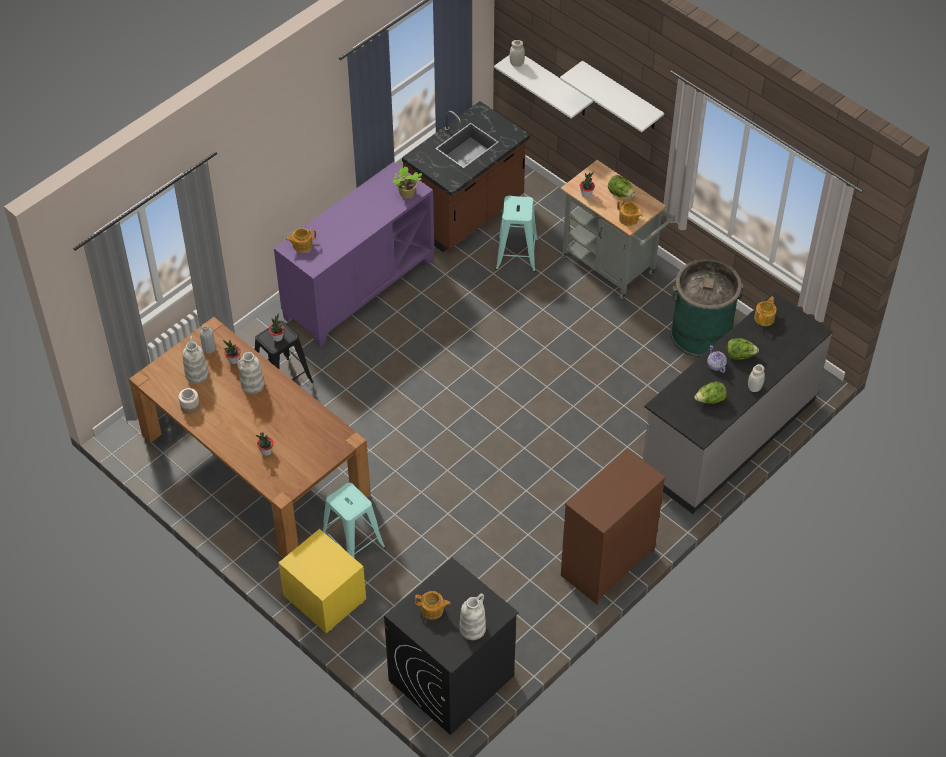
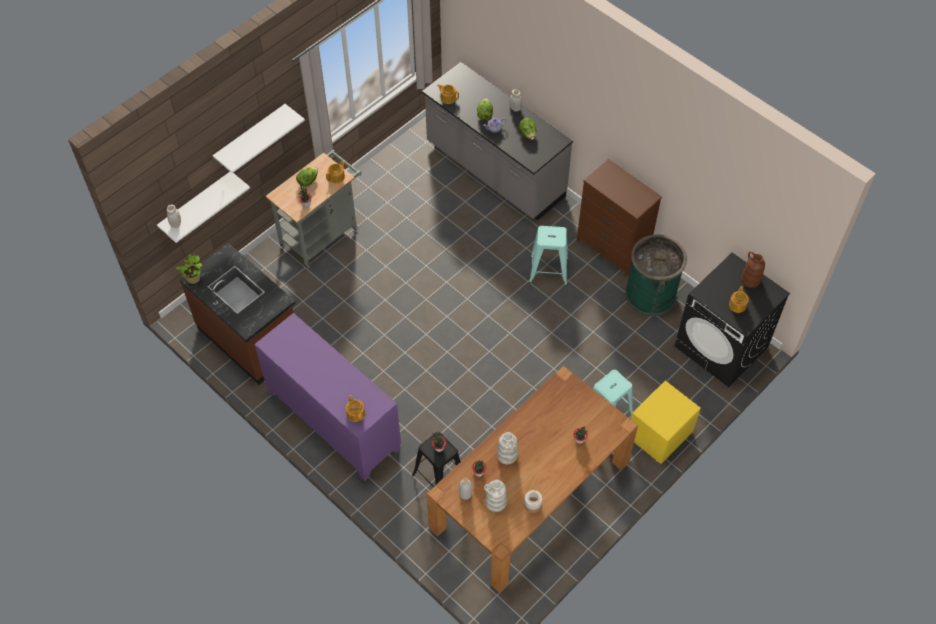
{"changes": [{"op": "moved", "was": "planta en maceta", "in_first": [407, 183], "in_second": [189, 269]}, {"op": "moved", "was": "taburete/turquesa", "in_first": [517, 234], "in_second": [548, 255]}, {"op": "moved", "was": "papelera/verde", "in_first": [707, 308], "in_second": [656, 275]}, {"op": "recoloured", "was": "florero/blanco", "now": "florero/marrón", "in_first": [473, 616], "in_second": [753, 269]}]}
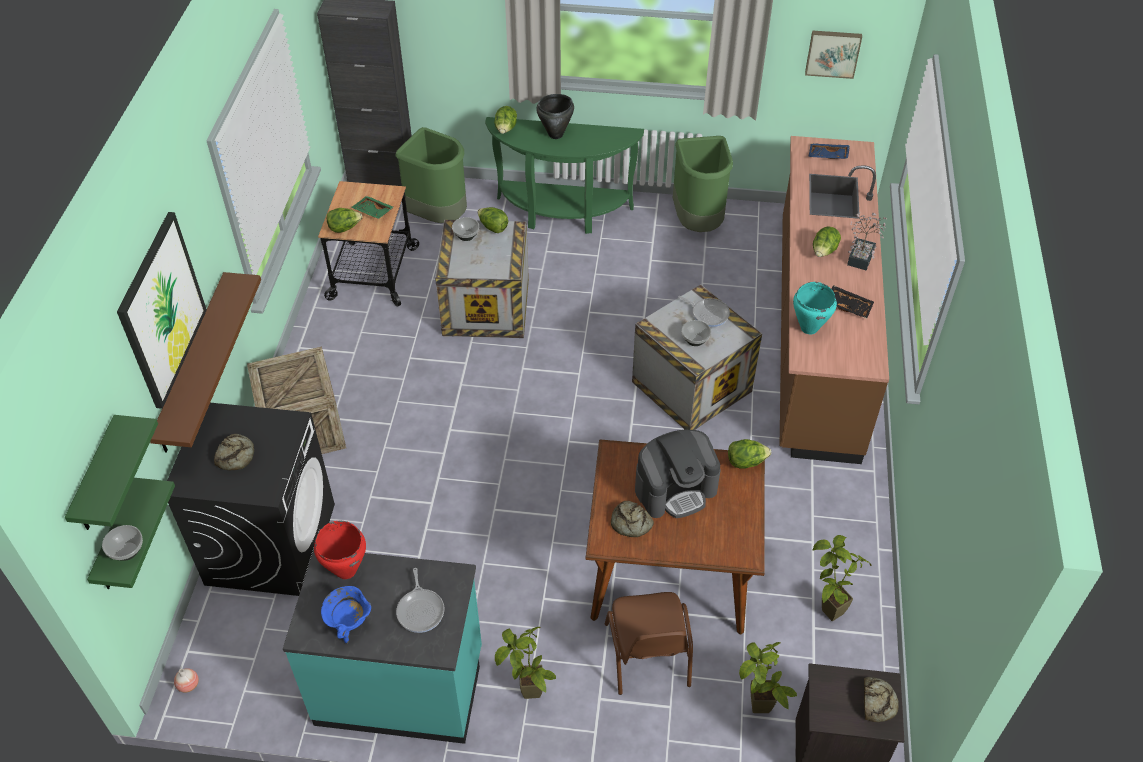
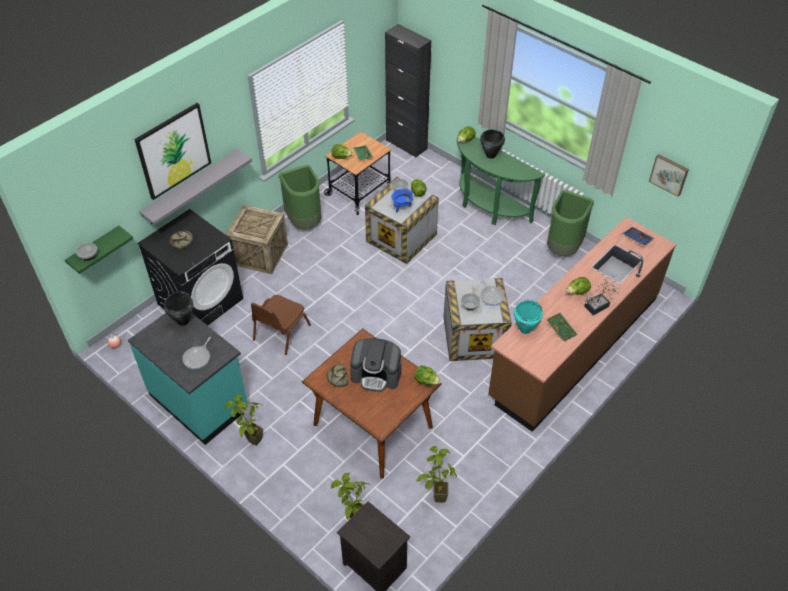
{"changes": [{"op": "removed", "was": "estante/verde", "in_first": [111, 472]}, {"op": "removed", "was": "pan", "in_first": [881, 699]}, {"op": "moved", "was": "olla/azul", "in_first": [346, 615], "in_second": [402, 200]}, {"op": "moved", "was": "papelera/verde", "in_first": [431, 175], "in_second": [300, 197]}, {"op": "moved", "was": "silla/marrón", "in_first": [649, 643], "in_second": [281, 325]}, {"op": "recoloured", "was": "estante/marrón", "now": "estante/gris", "in_first": [205, 362], "in_second": [195, 187]}, {"op": "recoloured", "was": "olla/rojo", "now": "olla/negro", "in_first": [340, 550], "in_second": [178, 308]}, {"op": "recoloured", "was": "bandeja/negro", "now": "bandeja/verde", "in_first": [853, 302], "in_second": [562, 327]}]}
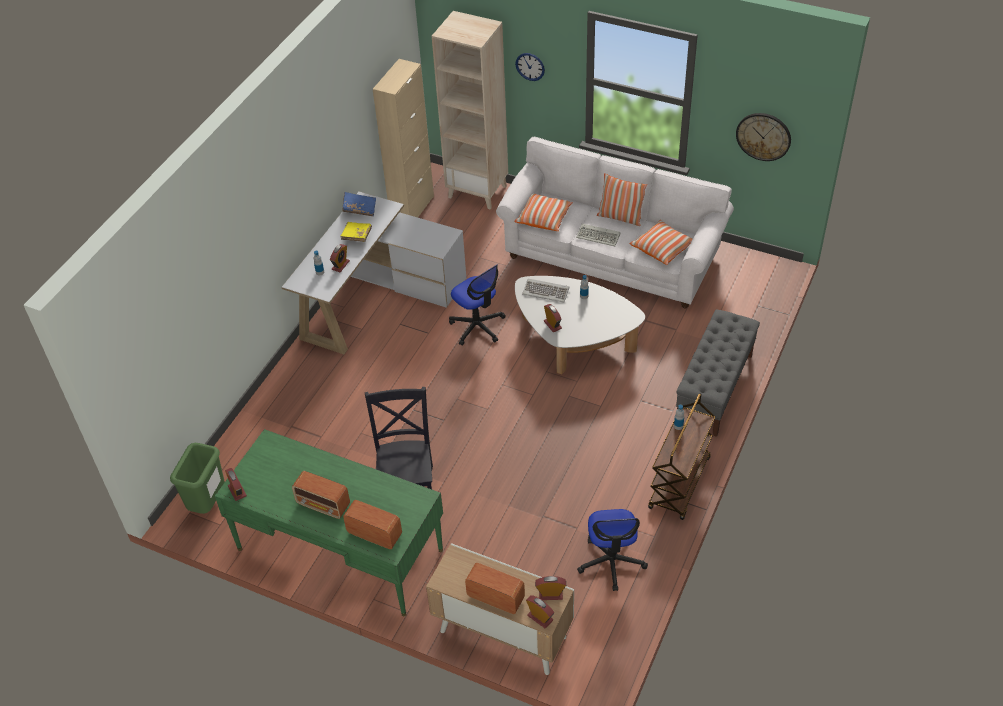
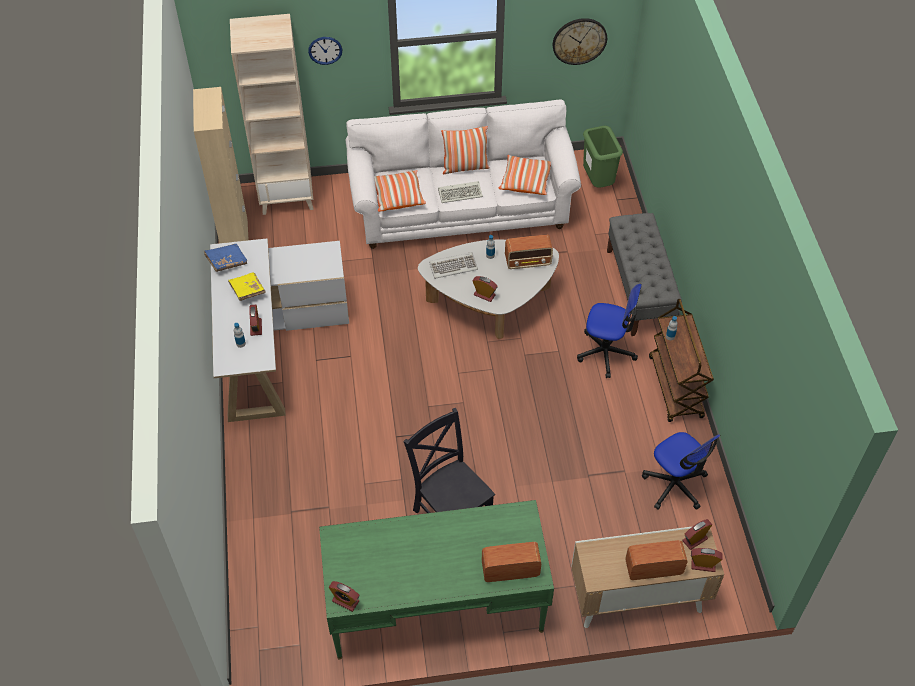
{"changes": [{"op": "moved", "was": "papelera/verde", "in_first": [197, 478], "in_second": [603, 157]}, {"op": "moved", "was": "radio", "in_first": [321, 495], "in_second": [529, 252]}, {"op": "moved", "was": "silla de oficina", "in_first": [477, 305], "in_second": [609, 331]}]}
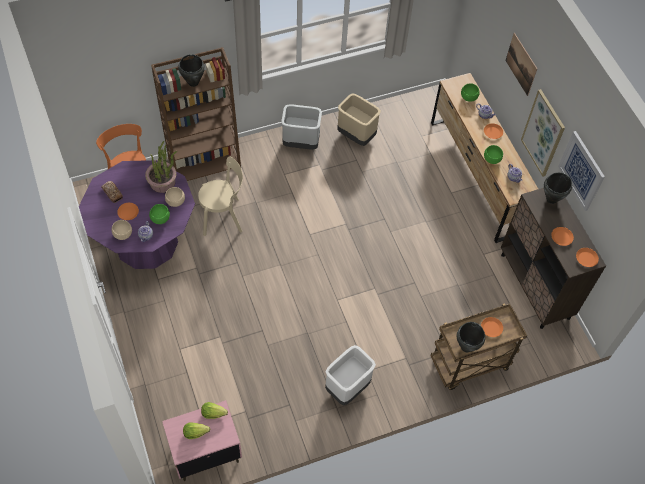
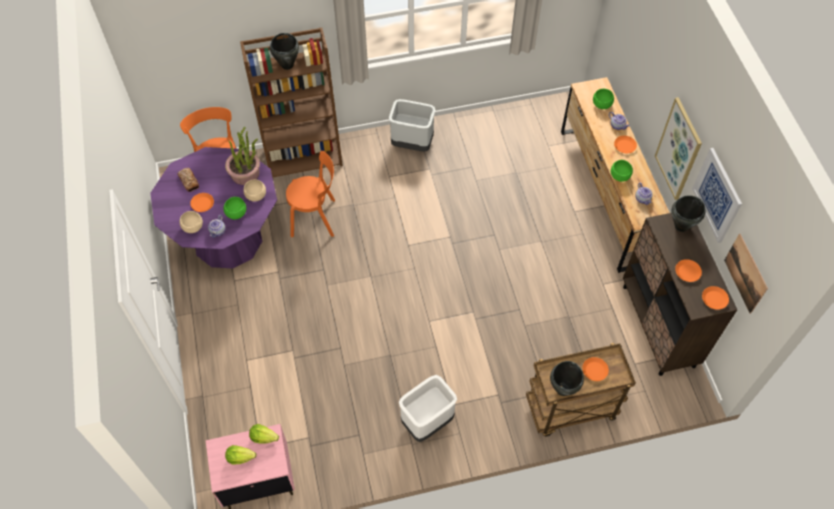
{"changes": [{"op": "removed", "was": "papelera/beis", "in_first": [359, 119]}, {"op": "moved", "was": "cuadro", "in_first": [521, 64], "in_second": [746, 274]}, {"op": "recoloured", "was": "silla/beis", "now": "silla/naranja", "in_first": [220, 196], "in_second": [310, 194]}]}
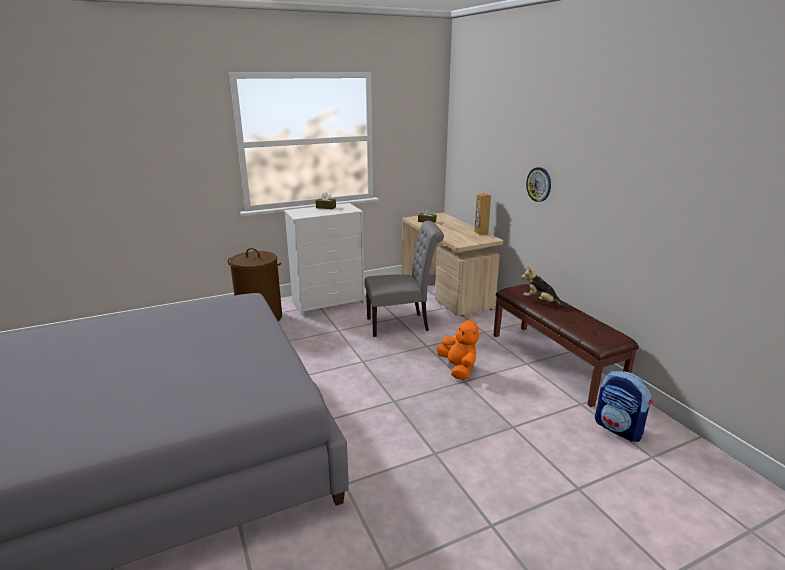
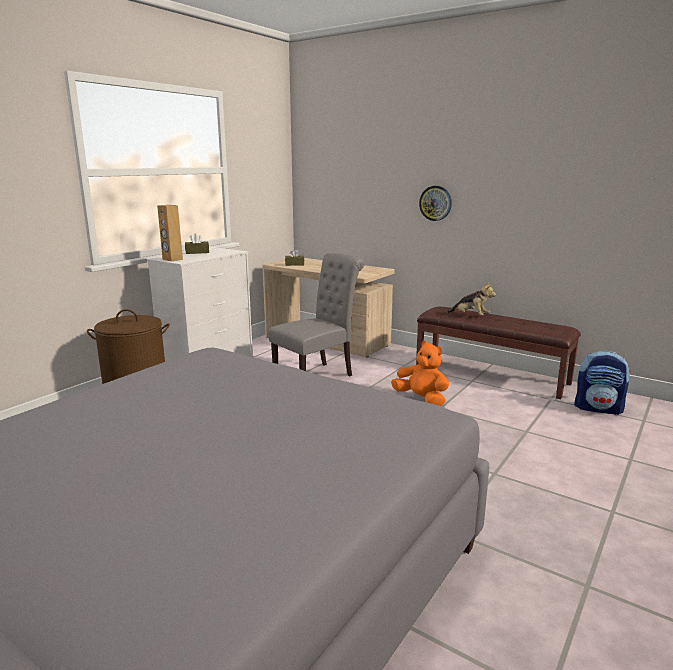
{"changes": [{"op": "moved", "was": "altavoz/marrón", "in_first": [482, 214], "in_second": [170, 233]}, {"op": "turned", "was": "peluche", "in_first": [543, 287], "in_second": [471, 298], "clockwise": -150}]}
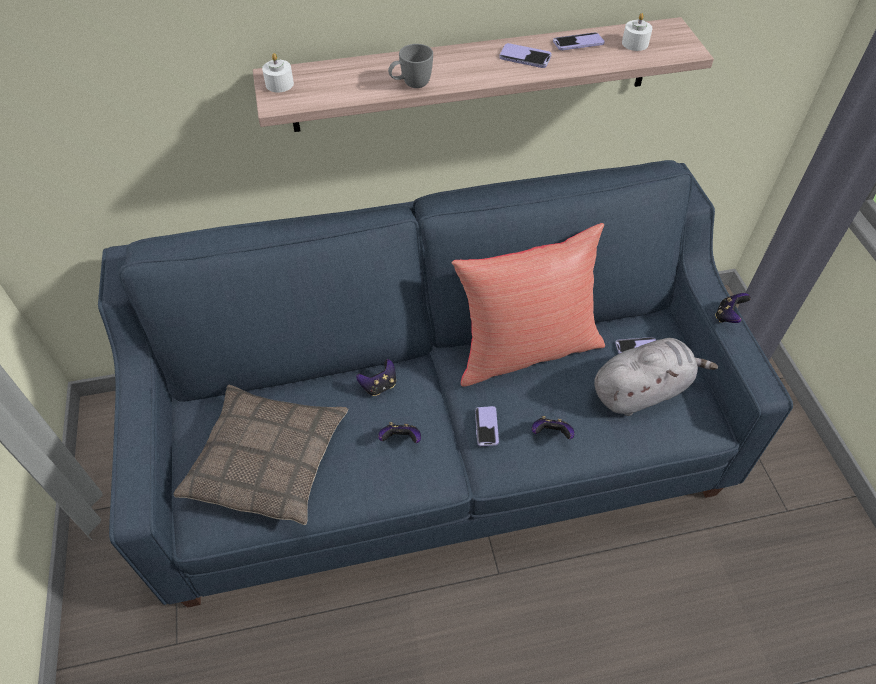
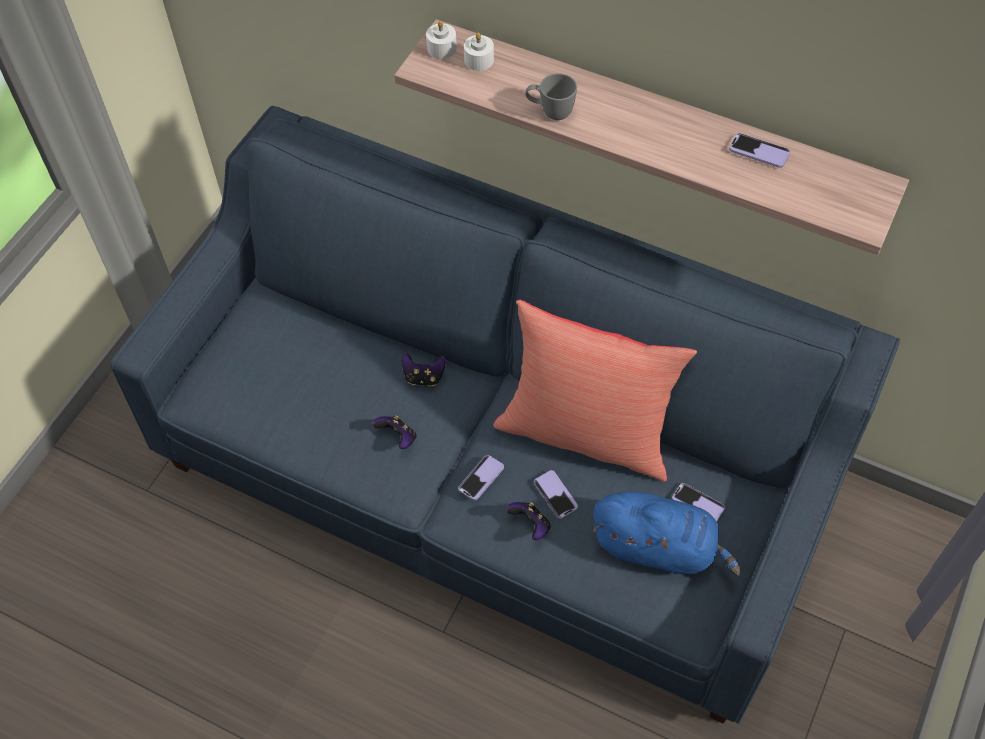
{"changes": [{"op": "removed", "was": "cojín", "in_first": [260, 455]}, {"op": "removed", "was": "mando de consola", "in_first": [733, 308]}, {"op": "moved", "was": "móvil", "in_first": [526, 55], "in_second": [556, 494]}, {"op": "moved", "was": "vela/blanco", "in_first": [637, 32], "in_second": [479, 52]}, {"op": "recoloured", "was": "peluche/gris", "now": "peluche/azul", "in_first": [656, 377], "in_second": [666, 534]}]}
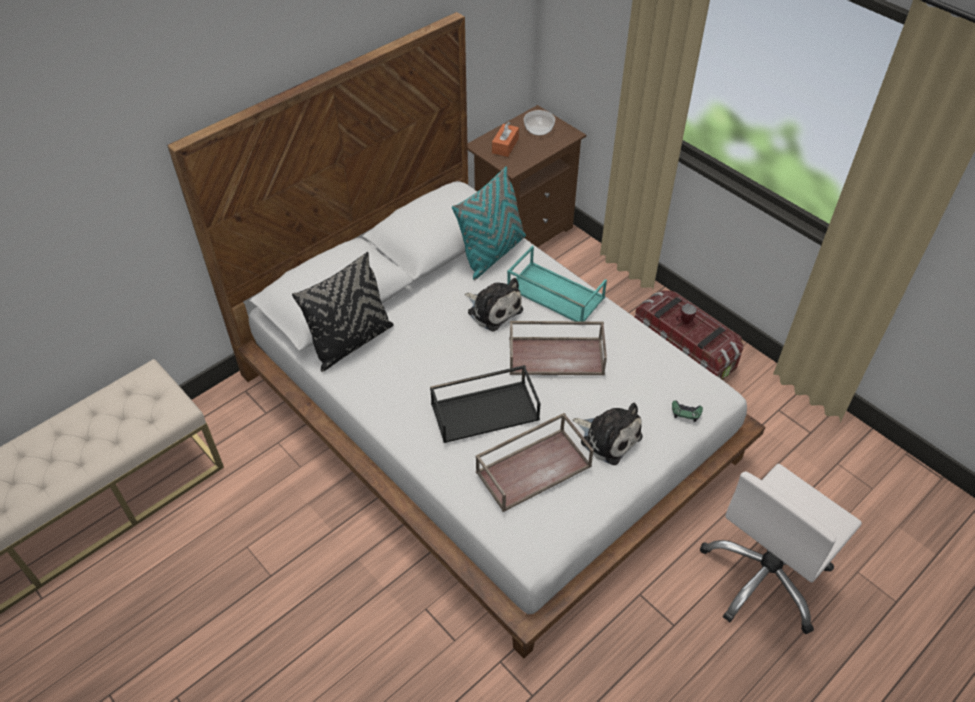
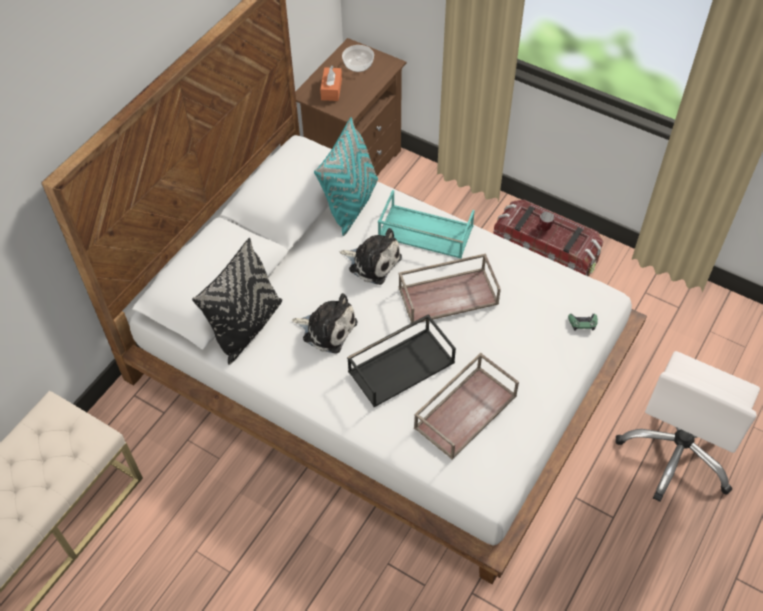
{"changes": [{"op": "moved", "was": "peluche", "in_first": [607, 434], "in_second": [324, 323]}]}
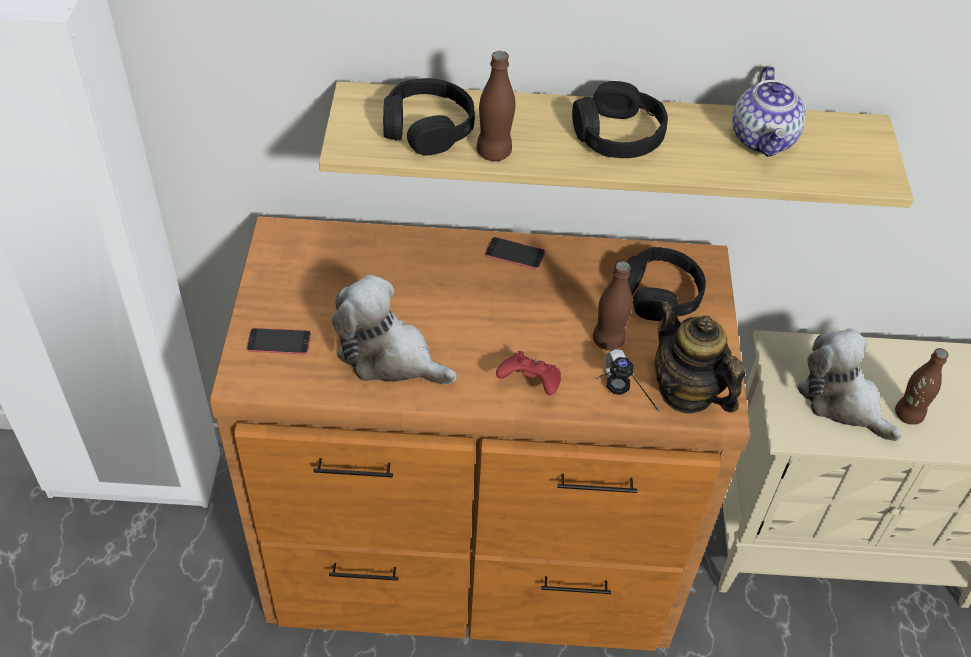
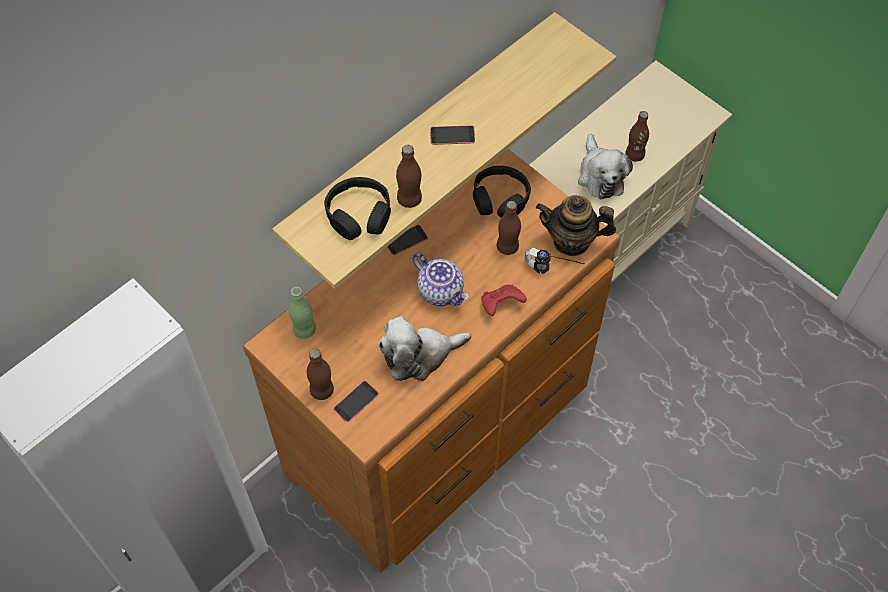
{"changes": [{"op": "added", "now": "botella/verde", "in_second": [302, 313]}, {"op": "added", "now": "botella/marrón", "in_second": [320, 374]}, {"op": "moved", "was": "tetera", "in_first": [769, 111], "in_second": [440, 279]}, {"op": "replaced", "was": "auriculares/negro", "now": "móvil", "in_first": [620, 119], "in_second": [452, 135]}, {"op": "turned", "was": "peluche", "in_first": [849, 384], "in_second": [605, 166], "clockwise": -105}]}
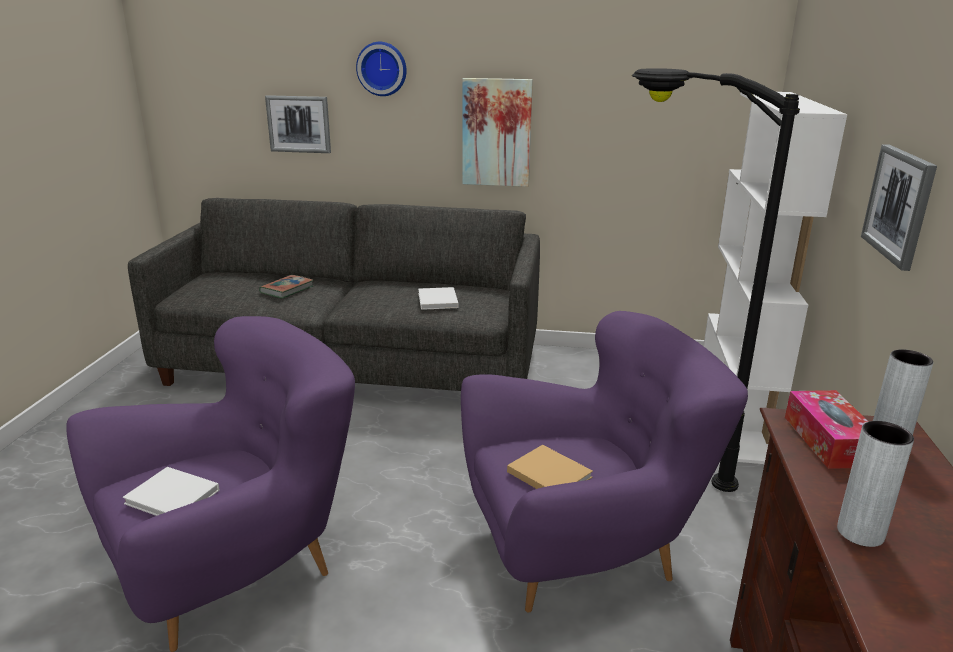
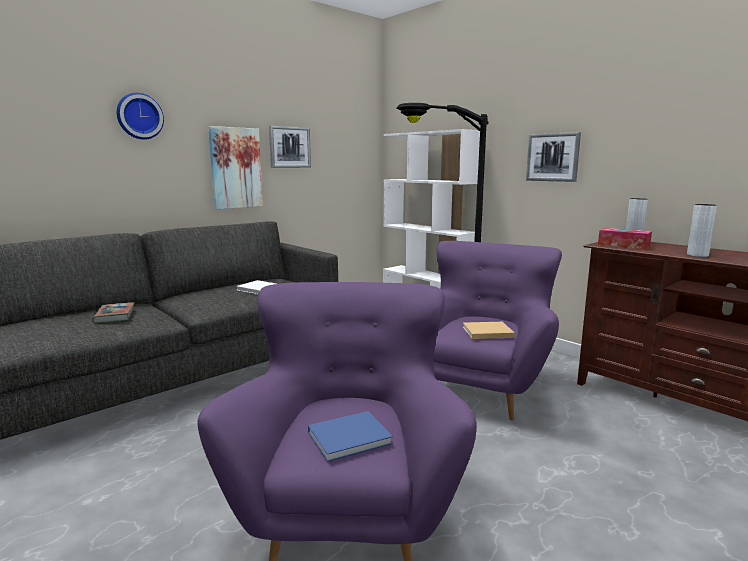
{"changes": [{"op": "moved", "was": "cuadro", "in_first": [298, 124], "in_second": [290, 147]}, {"op": "recoloured", "was": "libro/blanco", "now": "libro/azul", "in_first": [171, 491], "in_second": [350, 436]}]}
